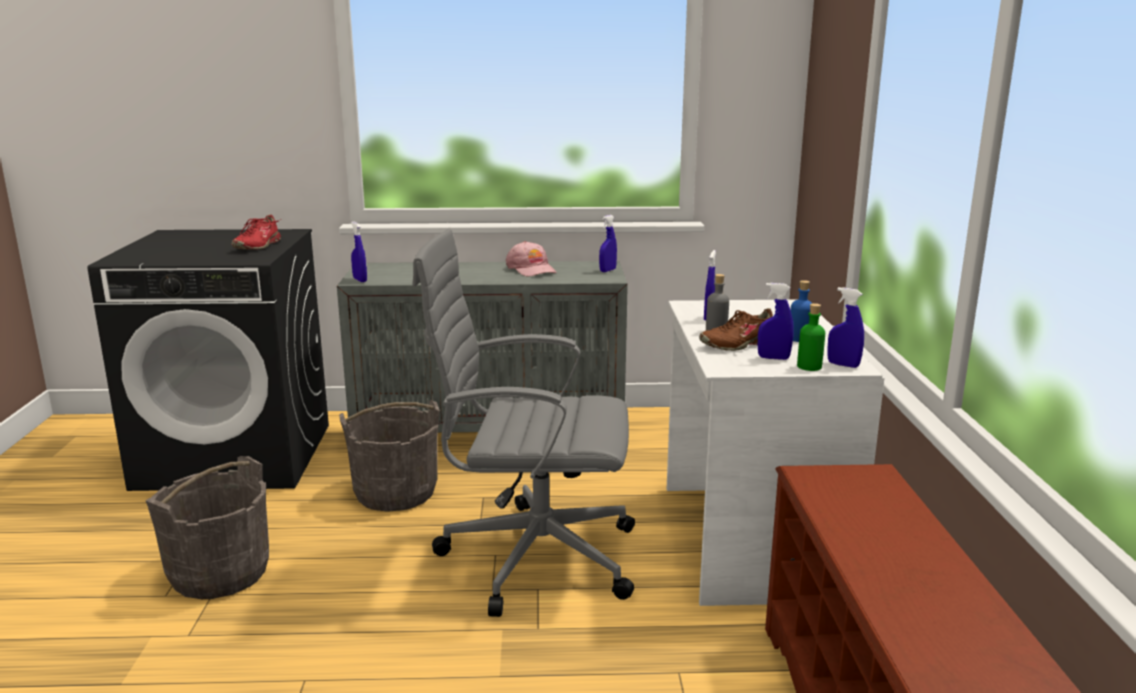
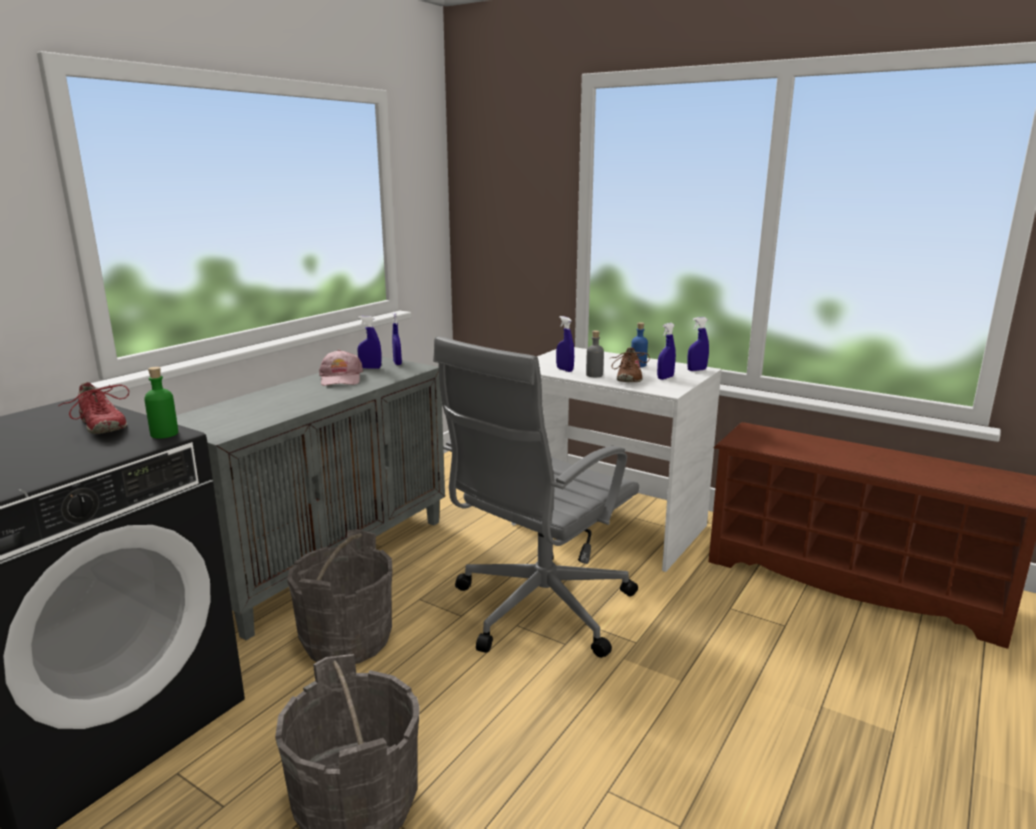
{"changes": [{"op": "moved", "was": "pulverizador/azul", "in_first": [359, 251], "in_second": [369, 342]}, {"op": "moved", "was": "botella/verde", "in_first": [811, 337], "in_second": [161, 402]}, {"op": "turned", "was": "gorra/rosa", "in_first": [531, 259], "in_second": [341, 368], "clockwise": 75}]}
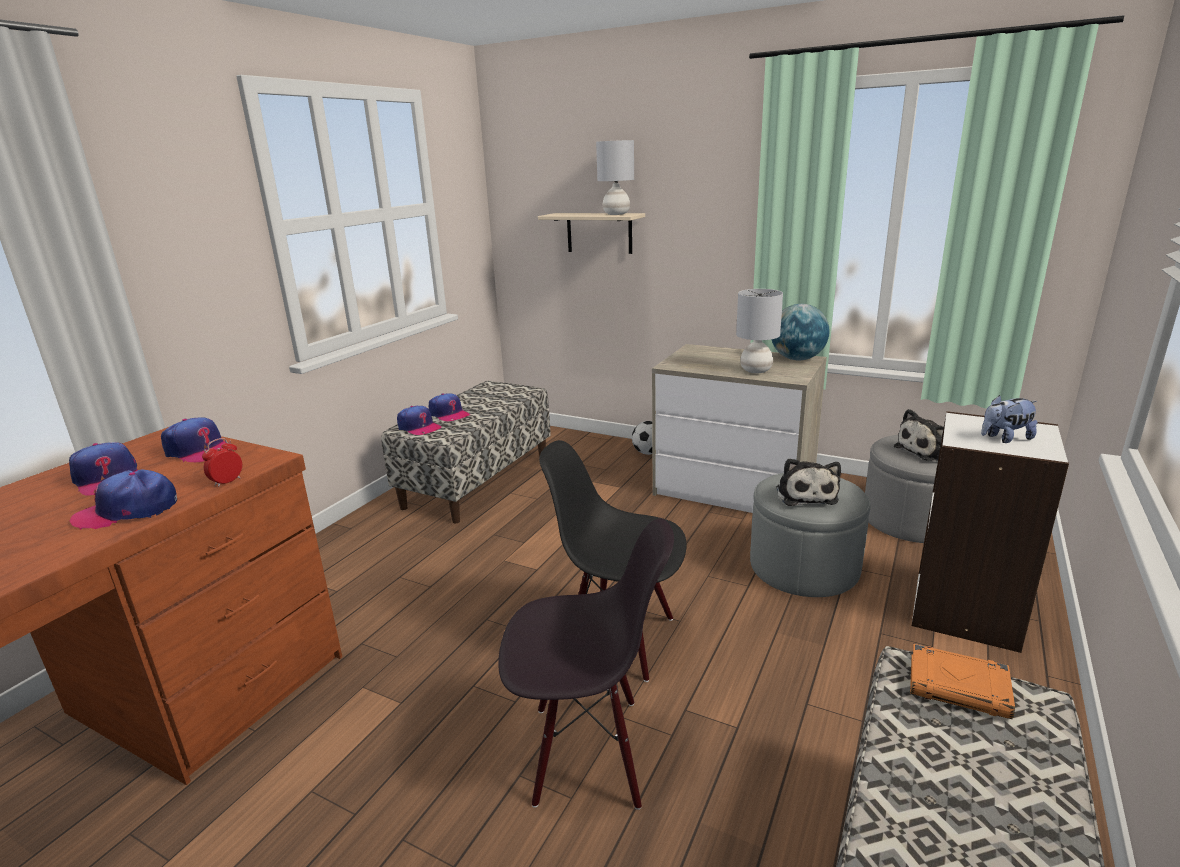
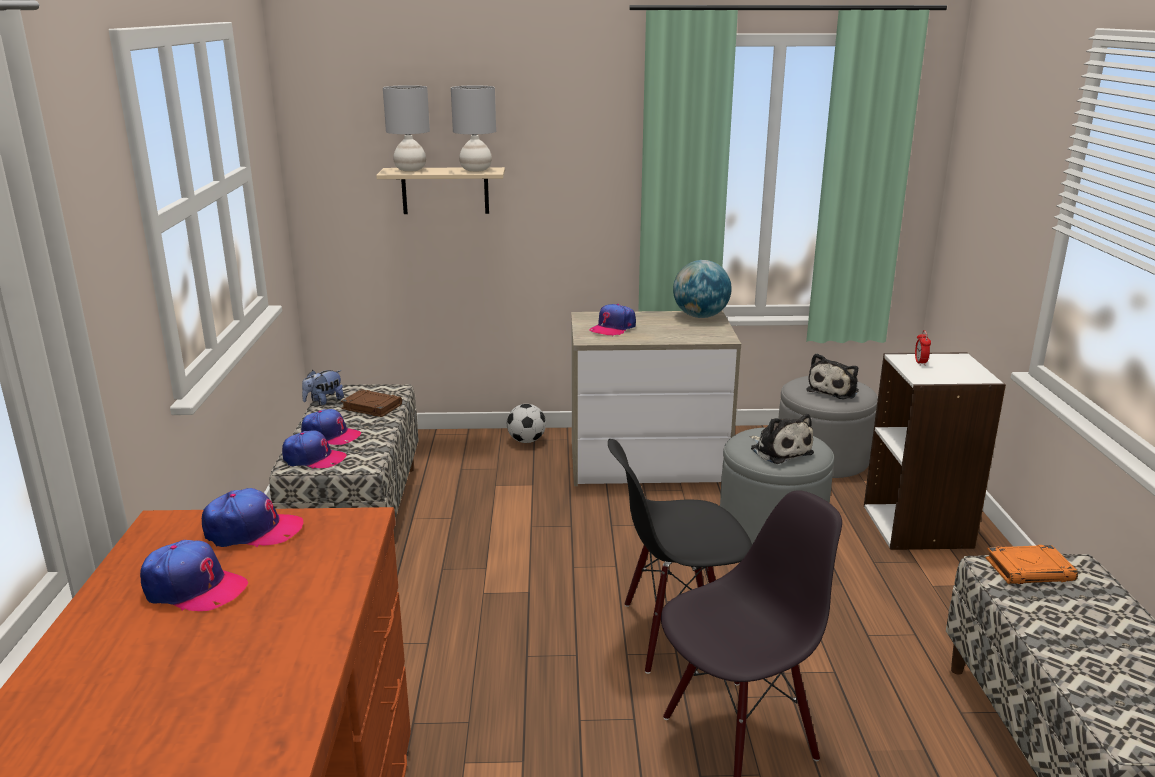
{"changes": [{"op": "added", "now": "libro/marrón", "in_second": [371, 403]}, {"op": "moved", "was": "gorra", "in_first": [123, 500], "in_second": [612, 320]}, {"op": "moved", "was": "despertador", "in_first": [222, 462], "in_second": [923, 348]}, {"op": "moved", "was": "lámpara de mesa/gris", "in_first": [759, 331], "in_second": [406, 128]}, {"op": "moved", "was": "peluche", "in_first": [1009, 419], "in_second": [323, 387]}]}
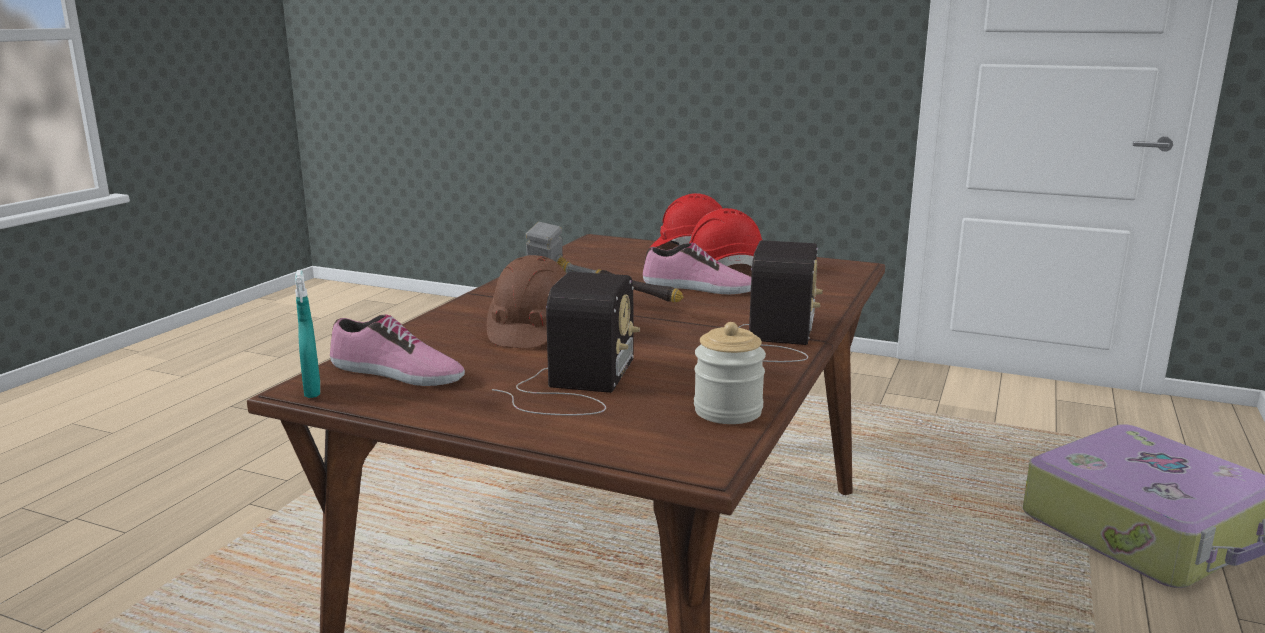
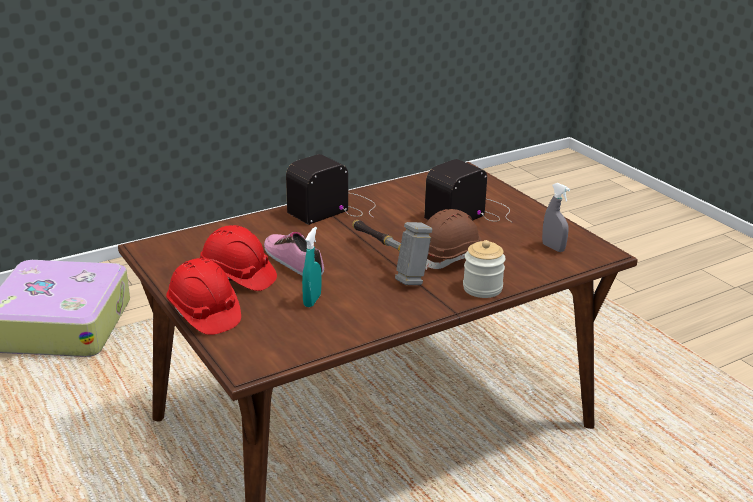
{"changes": [{"op": "moved", "was": "pulverizador/turquesa", "in_first": [307, 334], "in_second": [311, 267]}, {"op": "moved", "was": "tarro", "in_first": [730, 373], "in_second": [484, 269]}, {"op": "replaced", "was": "zapato", "now": "pulverizador/gris", "in_first": [397, 350], "in_second": [556, 217]}]}
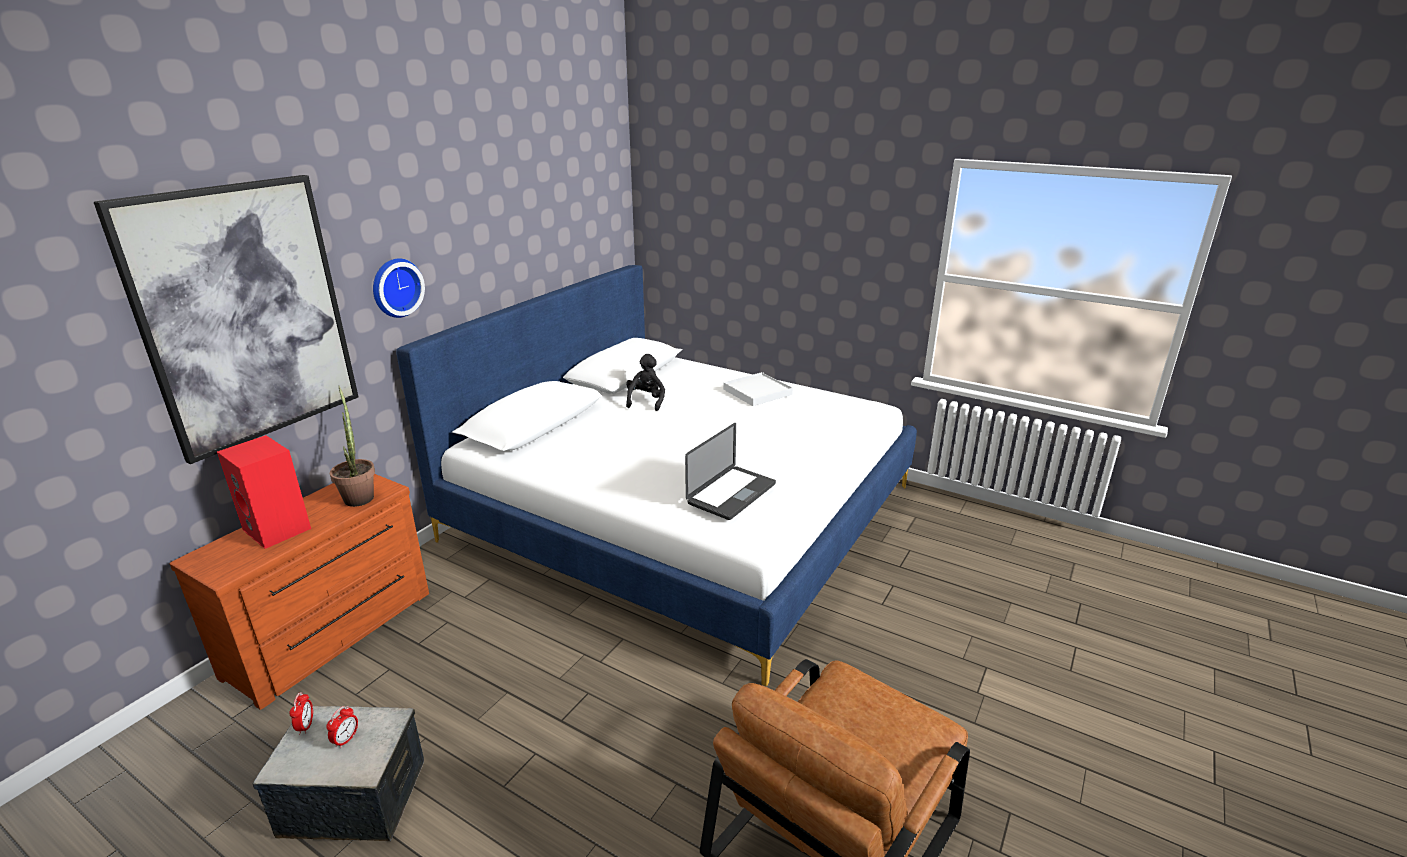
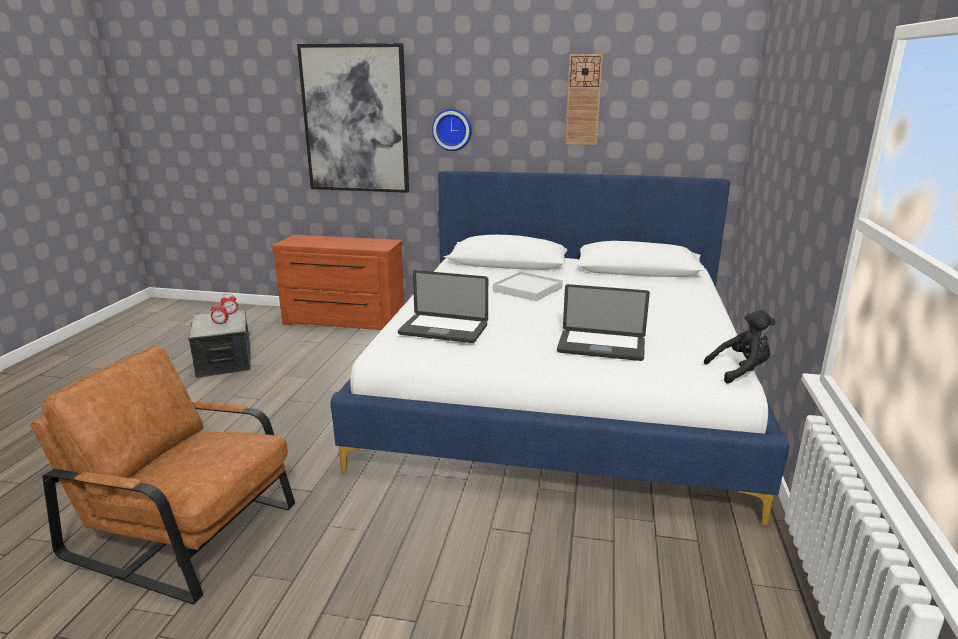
{"changes": [{"op": "removed", "was": "altavoz/rojo", "in_first": [264, 492]}, {"op": "removed", "was": "planta en maceta", "in_first": [352, 446]}, {"op": "added", "now": "portátil", "in_second": [603, 322]}, {"op": "added", "now": "reloj de pared", "in_second": [584, 99]}, {"op": "moved", "was": "peluche/negro", "in_first": [645, 382], "in_second": [740, 346]}, {"op": "moved", "was": "bandeja/blanco", "in_first": [758, 389], "in_second": [528, 286]}]}
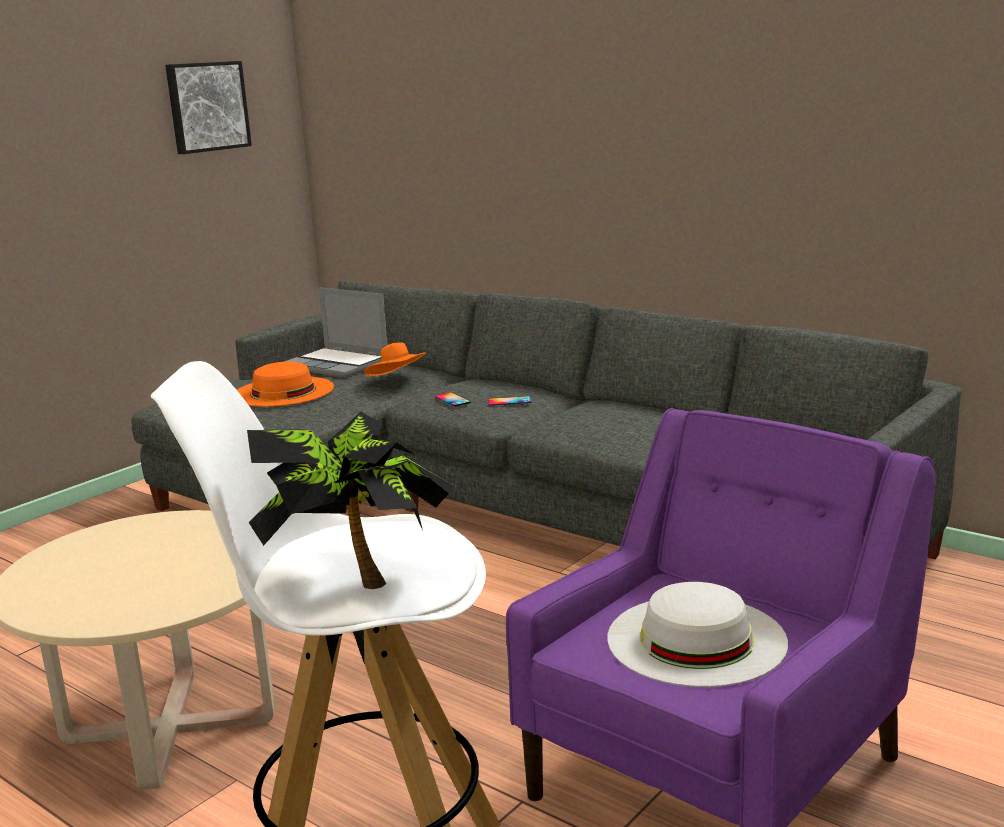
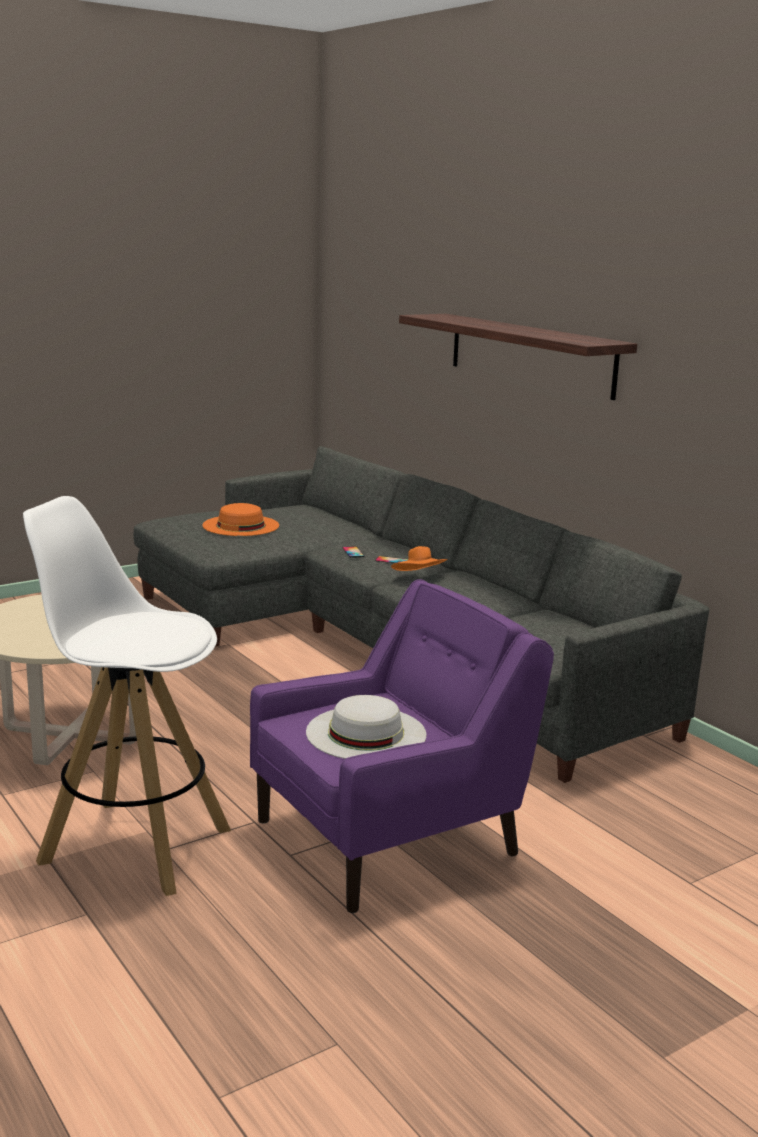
{"changes": [{"op": "removed", "was": "cuadro", "in_first": [208, 107]}, {"op": "removed", "was": "planta en maceta", "in_first": [351, 500]}, {"op": "removed", "was": "portátil", "in_first": [336, 332]}, {"op": "added", "now": "estante", "in_second": [518, 357]}, {"op": "moved", "was": "sombrero/naranja", "in_first": [395, 359], "in_second": [419, 558]}]}
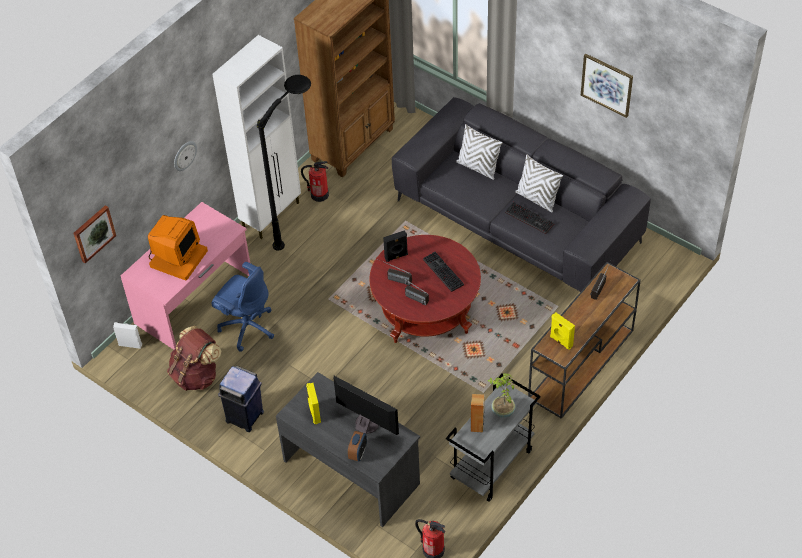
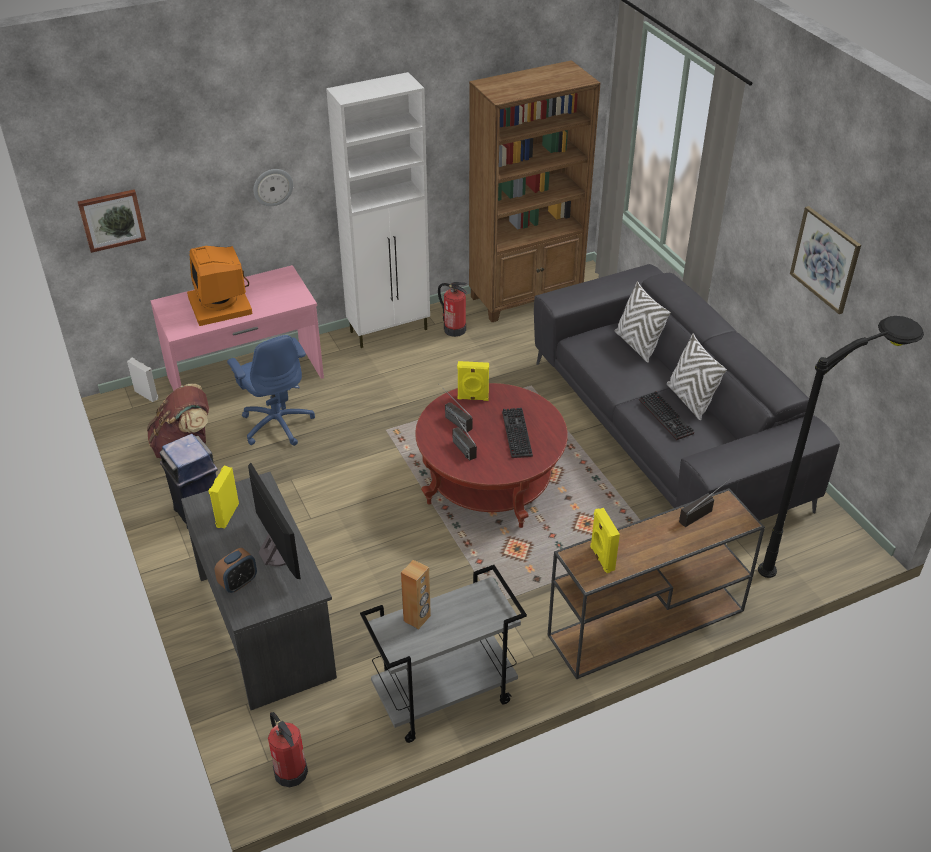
{"changes": [{"op": "removed", "was": "planta en maceta", "in_first": [502, 395]}, {"op": "moved", "was": "lámpara de pie/negro", "in_first": [284, 163], "in_second": [841, 447]}, {"op": "recoloured", "was": "altavoz/negro", "now": "altavoz/amarillo", "in_first": [395, 246], "in_second": [473, 381]}, {"op": "turned", "was": "monitor", "in_first": [178, 248], "in_second": [220, 286], "clockwise": 105}]}
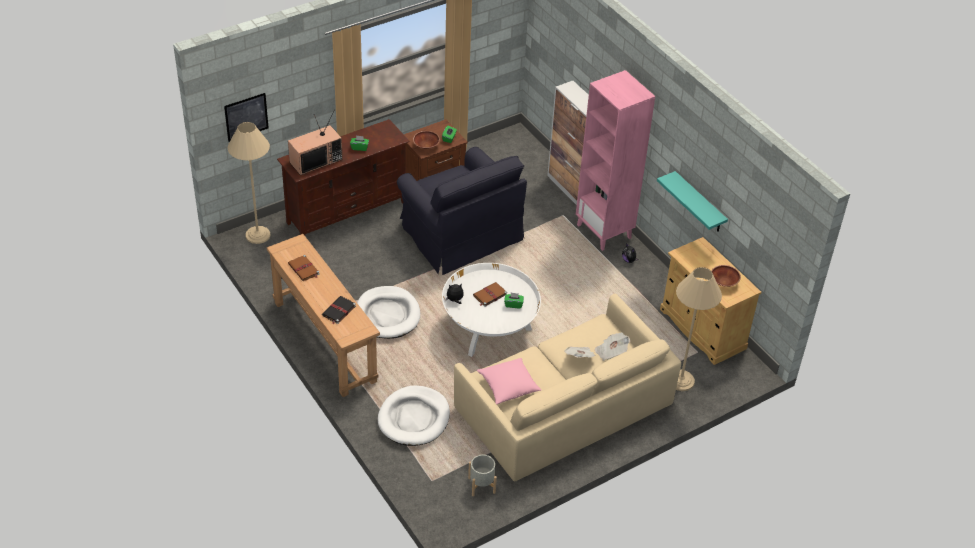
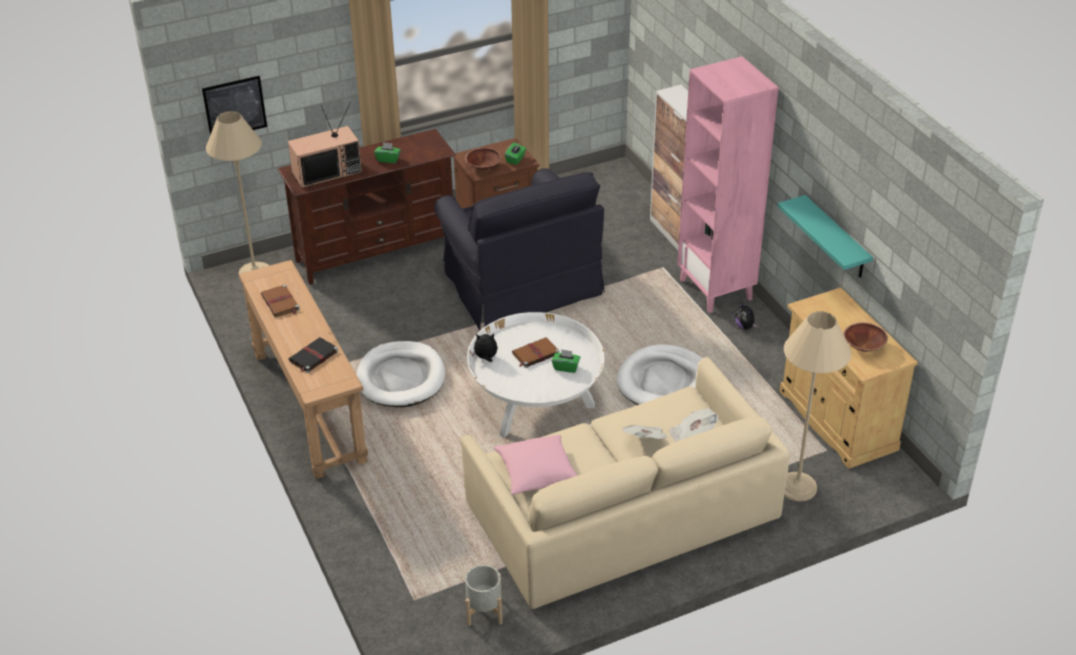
{"changes": [{"op": "moved", "was": "cama para perro/blanco", "in_first": [414, 415], "in_second": [660, 374]}]}
